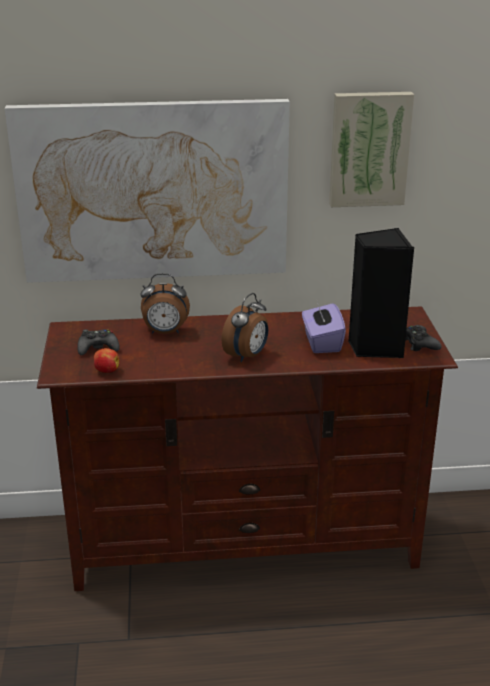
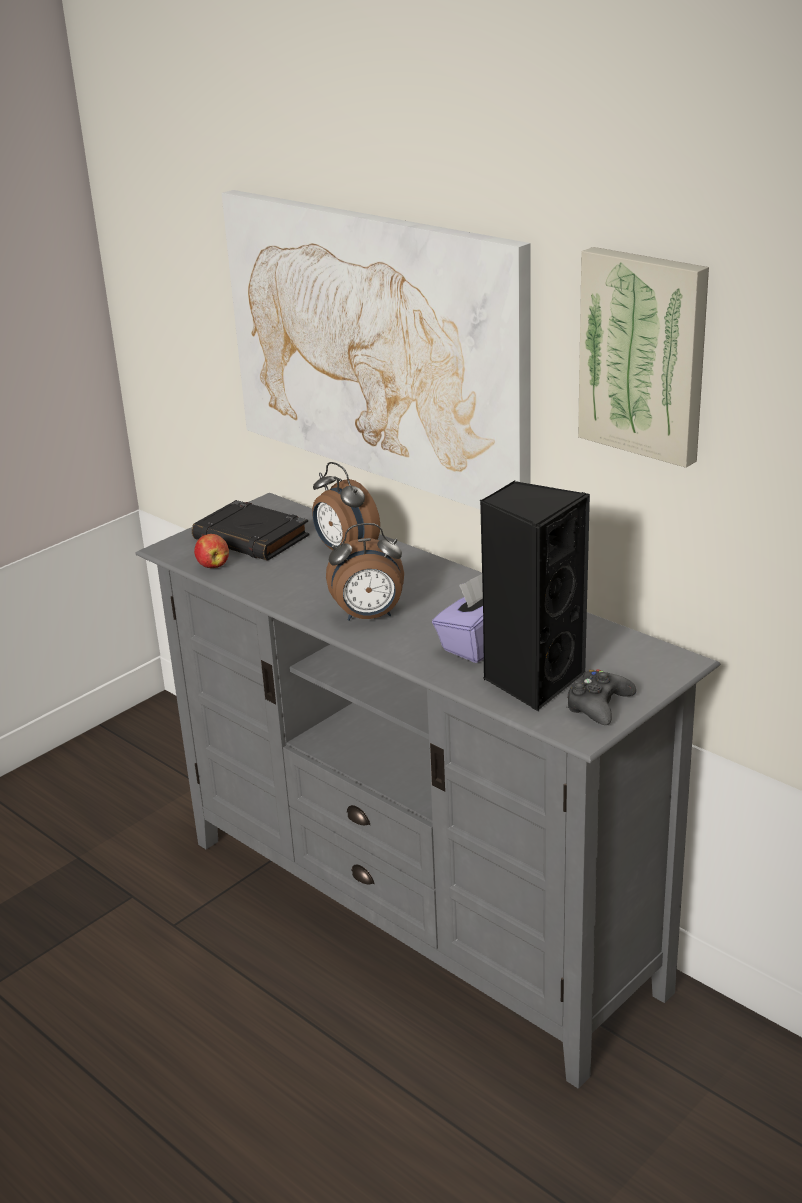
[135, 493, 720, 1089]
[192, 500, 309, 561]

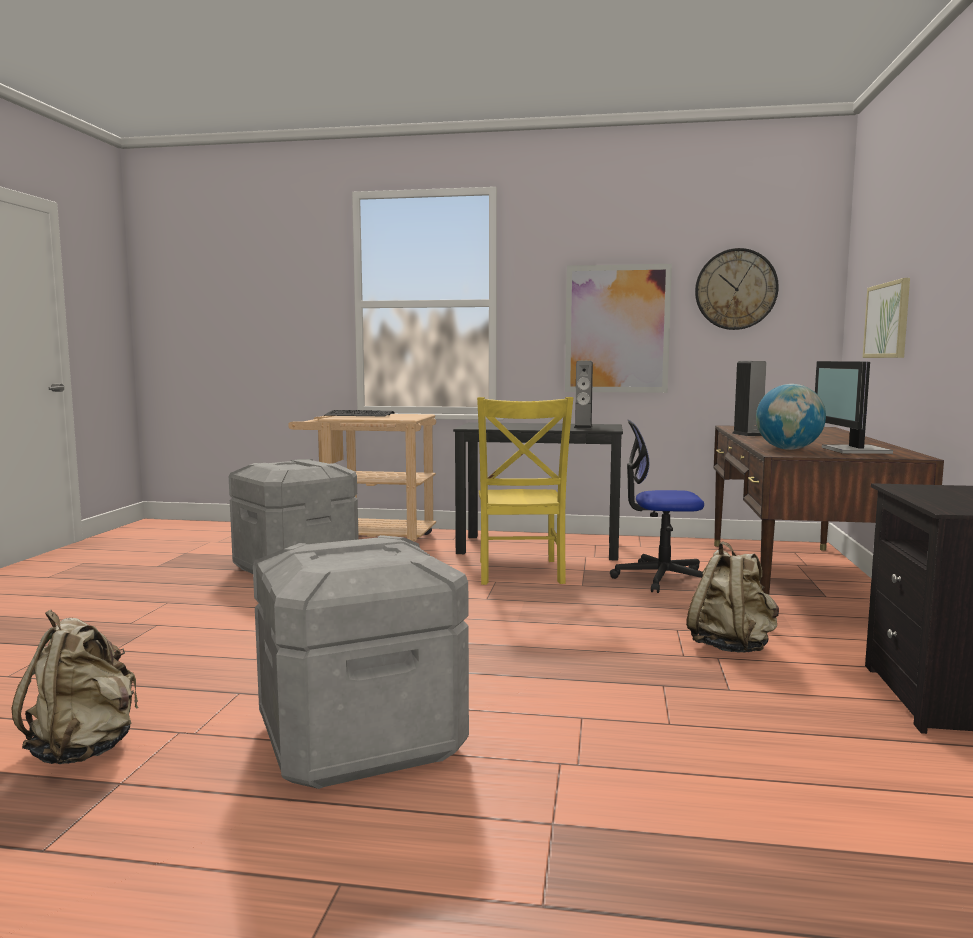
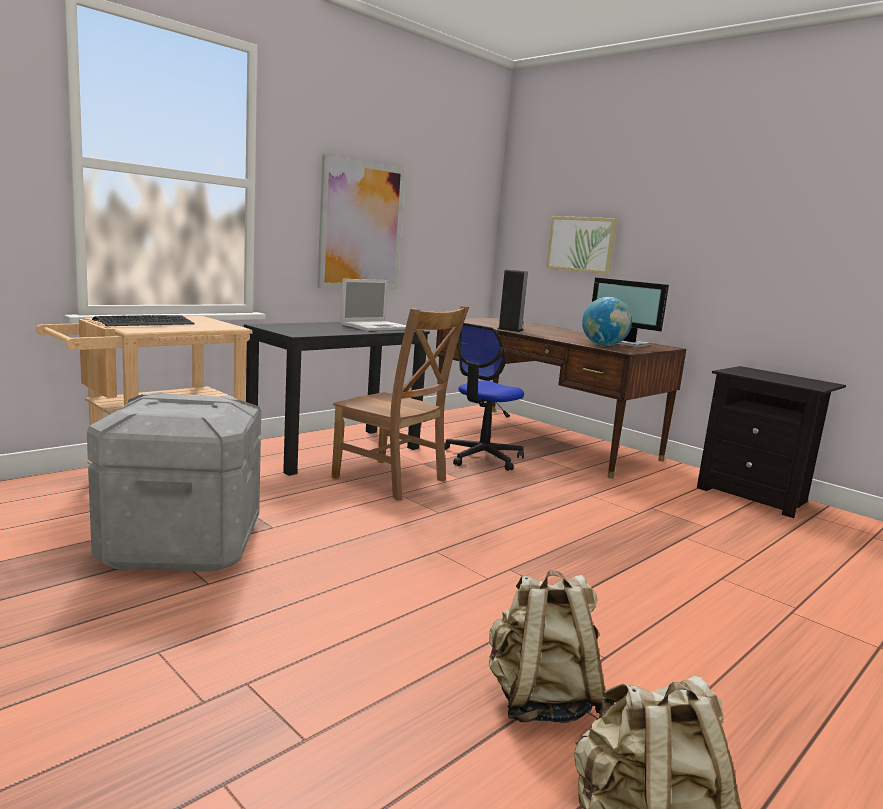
[331, 306, 469, 501]
[340, 279, 406, 331]
[489, 570, 607, 723]
[253, 535, 469, 789] (first image)
[695, 248, 779, 330] (first image)

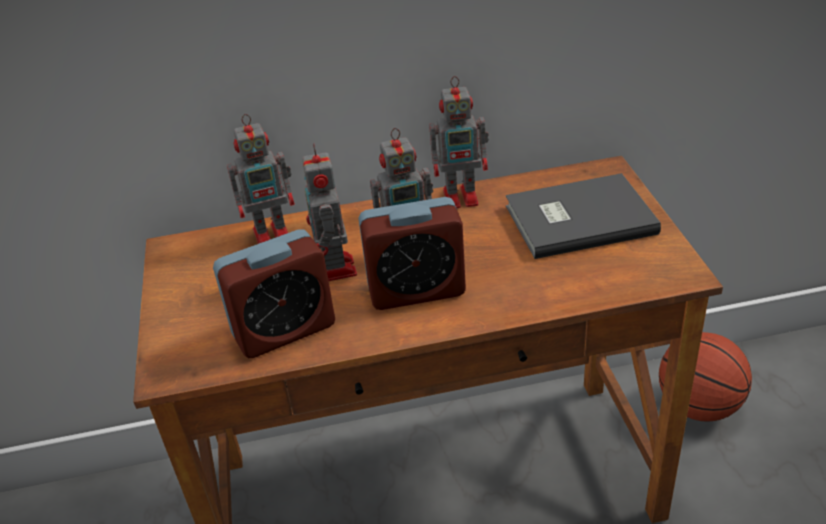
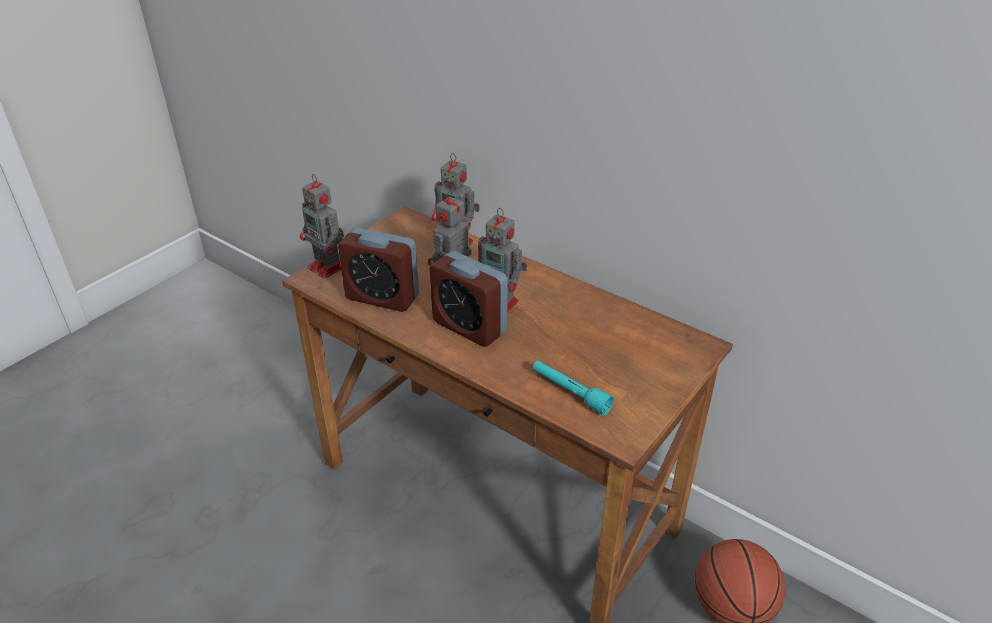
[300, 174, 344, 279]
[533, 360, 614, 416]
[506, 173, 661, 259] (first image)

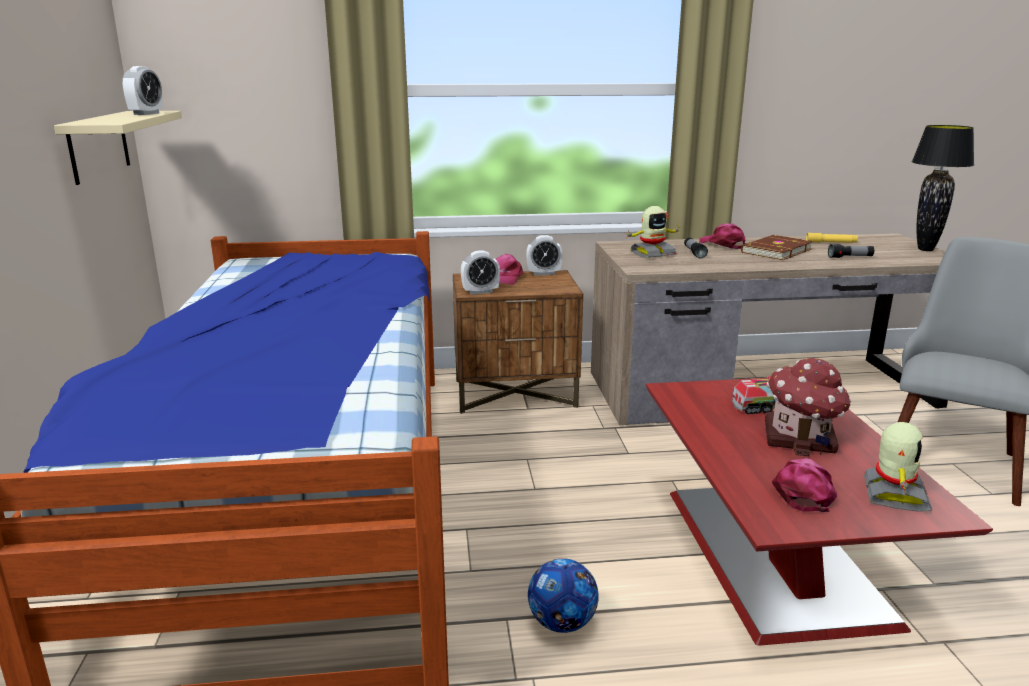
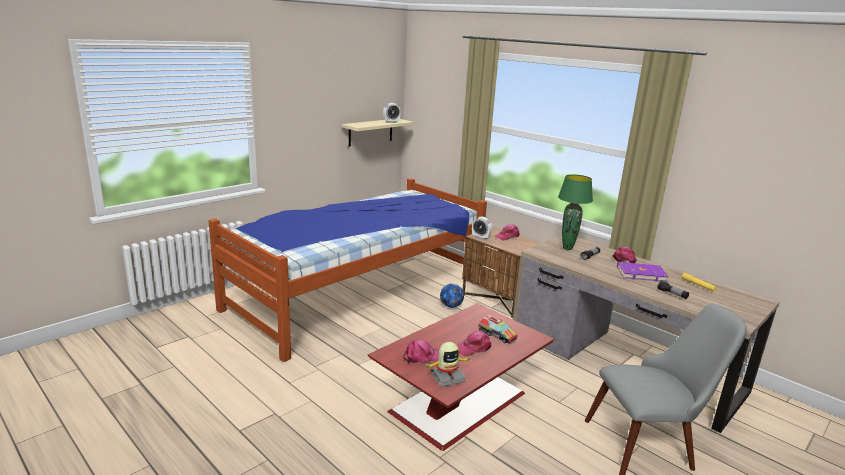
[440, 284, 464, 308]
[457, 331, 491, 356]
[558, 175, 593, 250]
[617, 262, 668, 282]
[526, 235, 562, 276] (first image)
[912, 125, 974, 251] (first image)

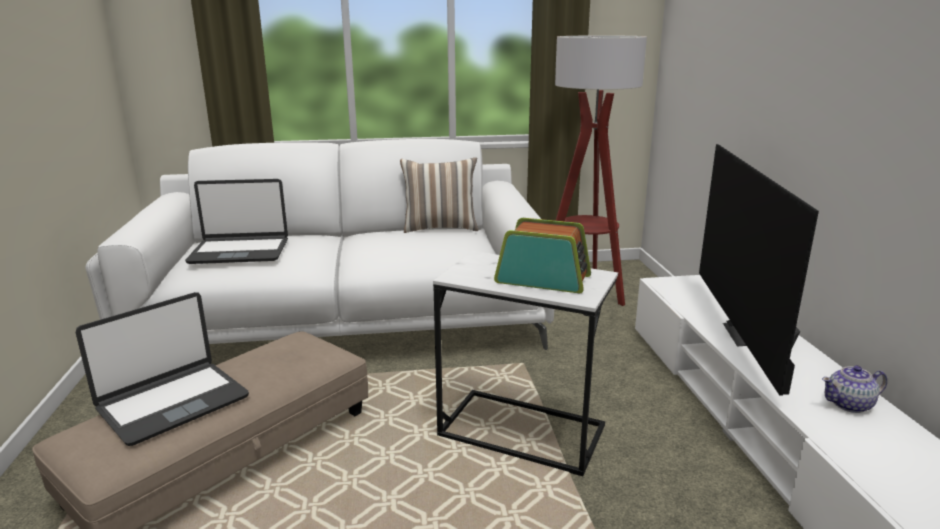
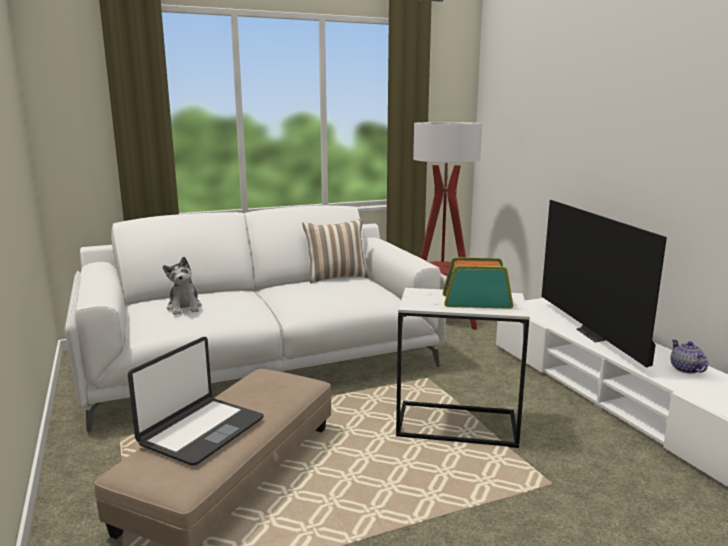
[163, 257, 202, 315]
[670, 339, 708, 374]

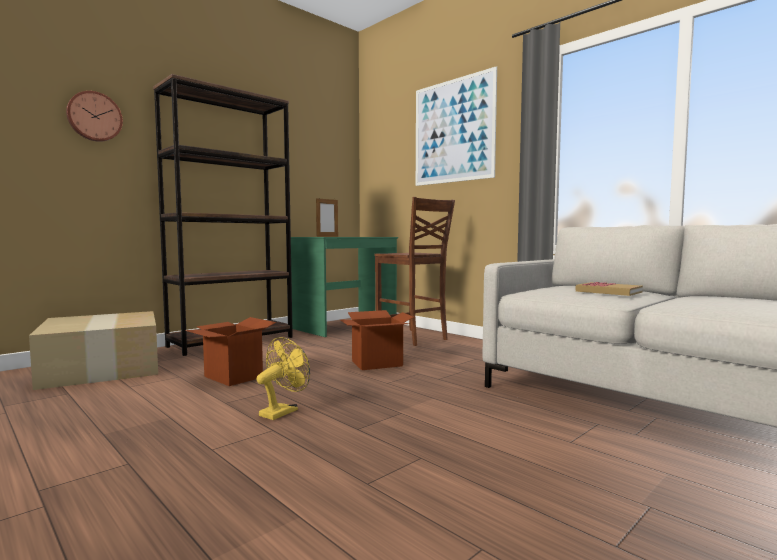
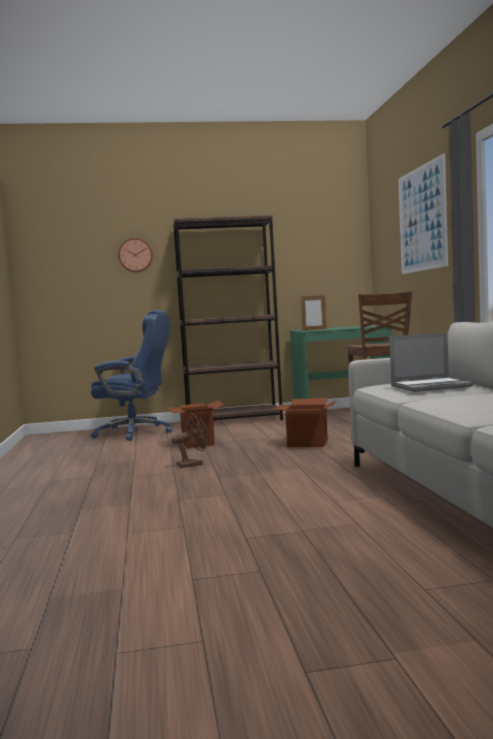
[91, 310, 172, 441]
[171, 413, 209, 468]
[389, 332, 474, 392]

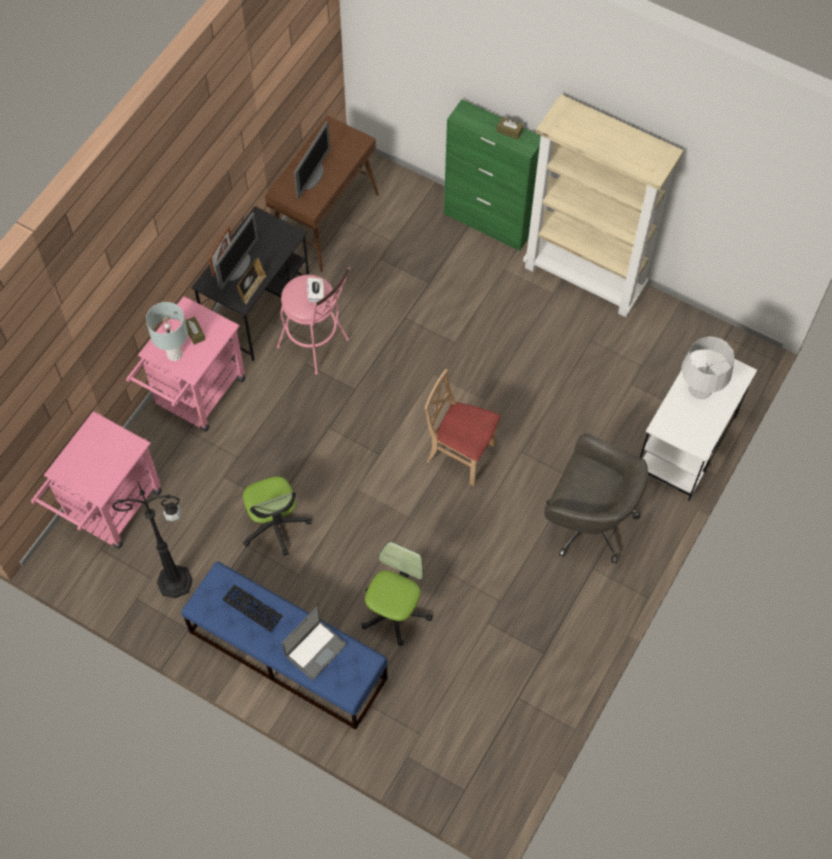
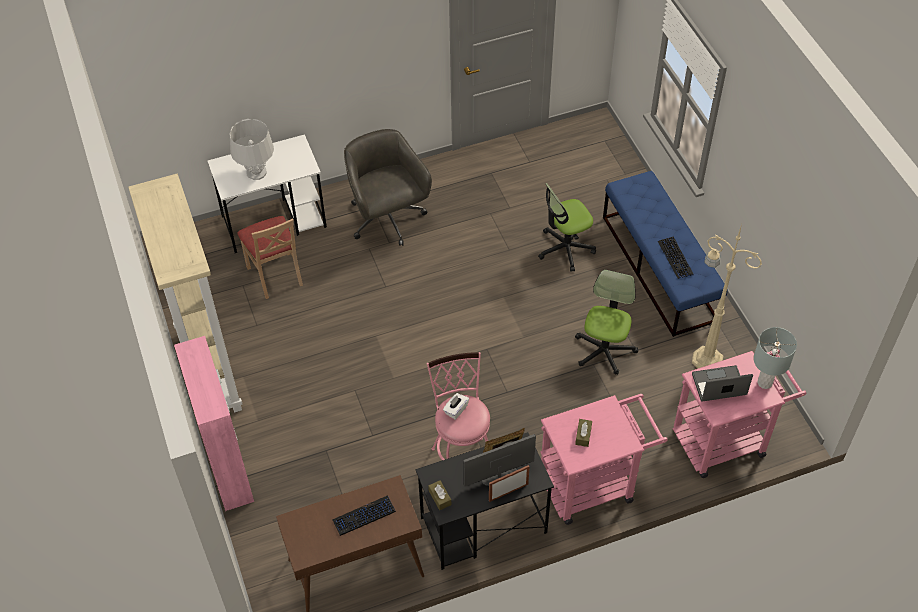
[174, 336, 254, 511]
[237, 216, 303, 299]
[332, 496, 396, 536]
[428, 480, 451, 510]
[692, 224, 762, 368]
[692, 365, 753, 401]
[753, 327, 797, 389]

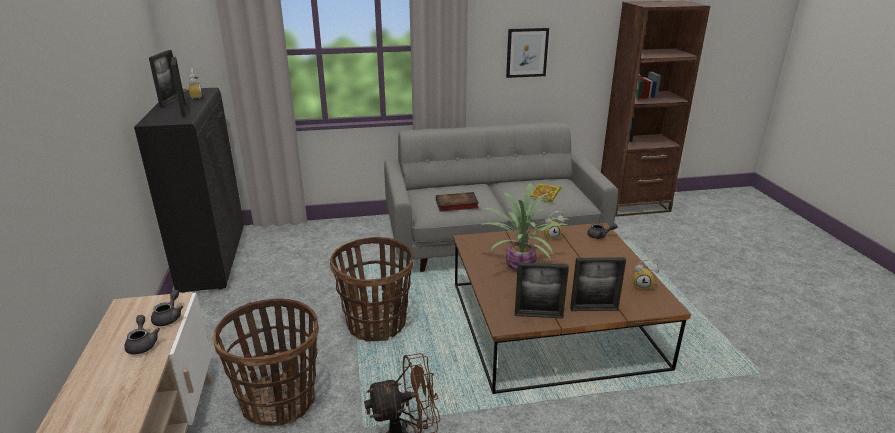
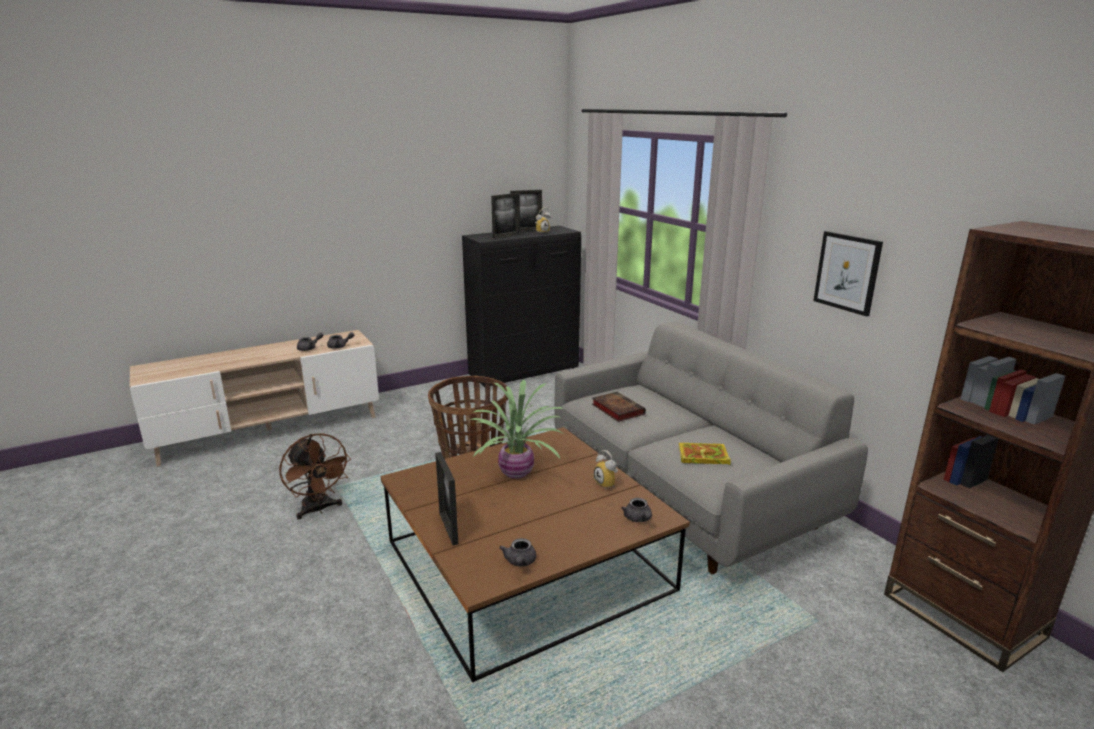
[499, 538, 536, 567]
[213, 298, 319, 427] (first image)
[515, 262, 569, 318] (first image)

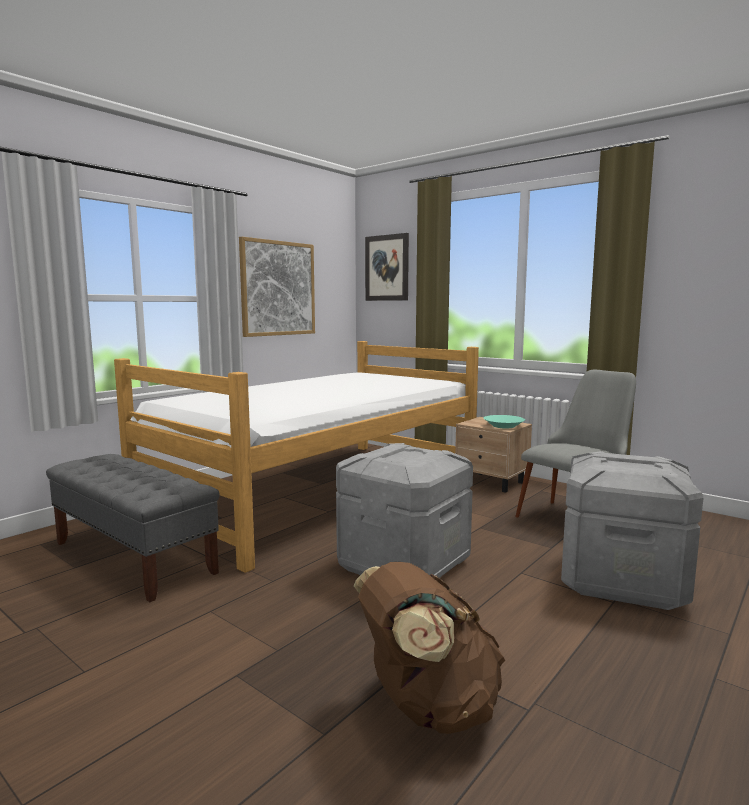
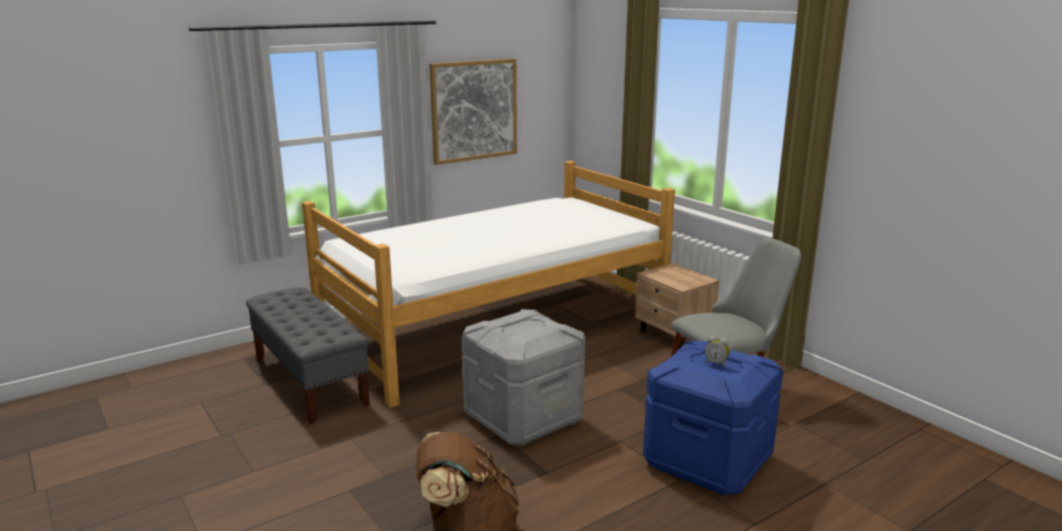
[643, 341, 783, 495]
[705, 335, 730, 367]
[365, 233, 409, 301] (first image)
[484, 415, 525, 428] (first image)

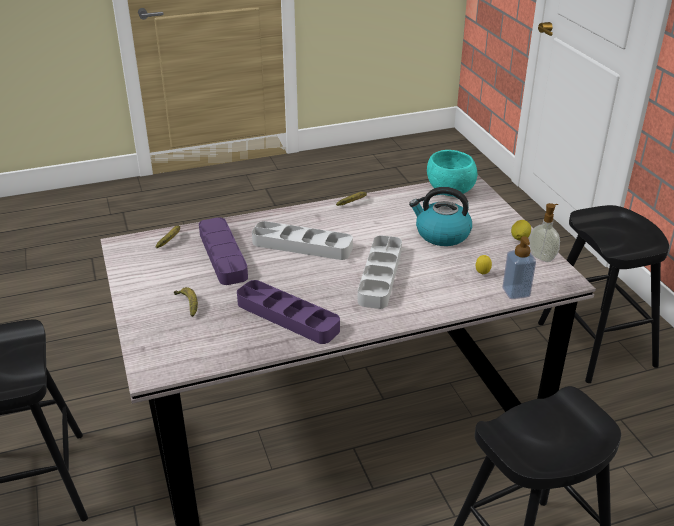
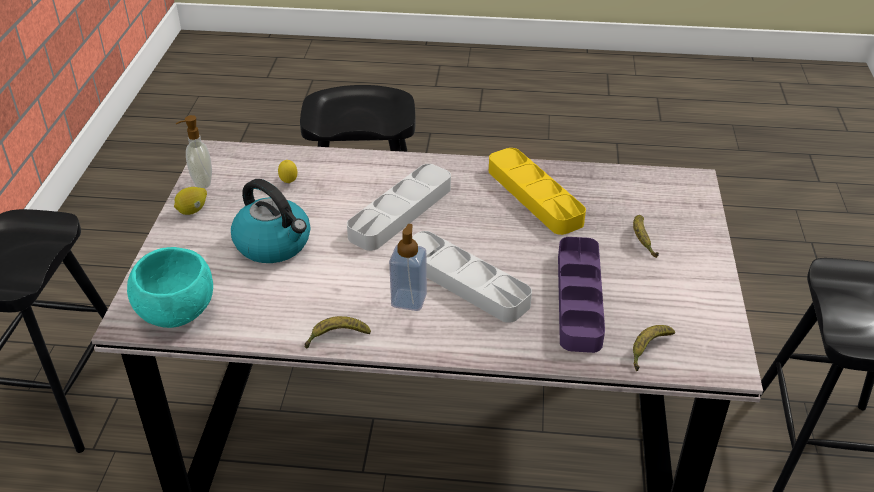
[389, 224, 427, 311]
[489, 148, 586, 235]

